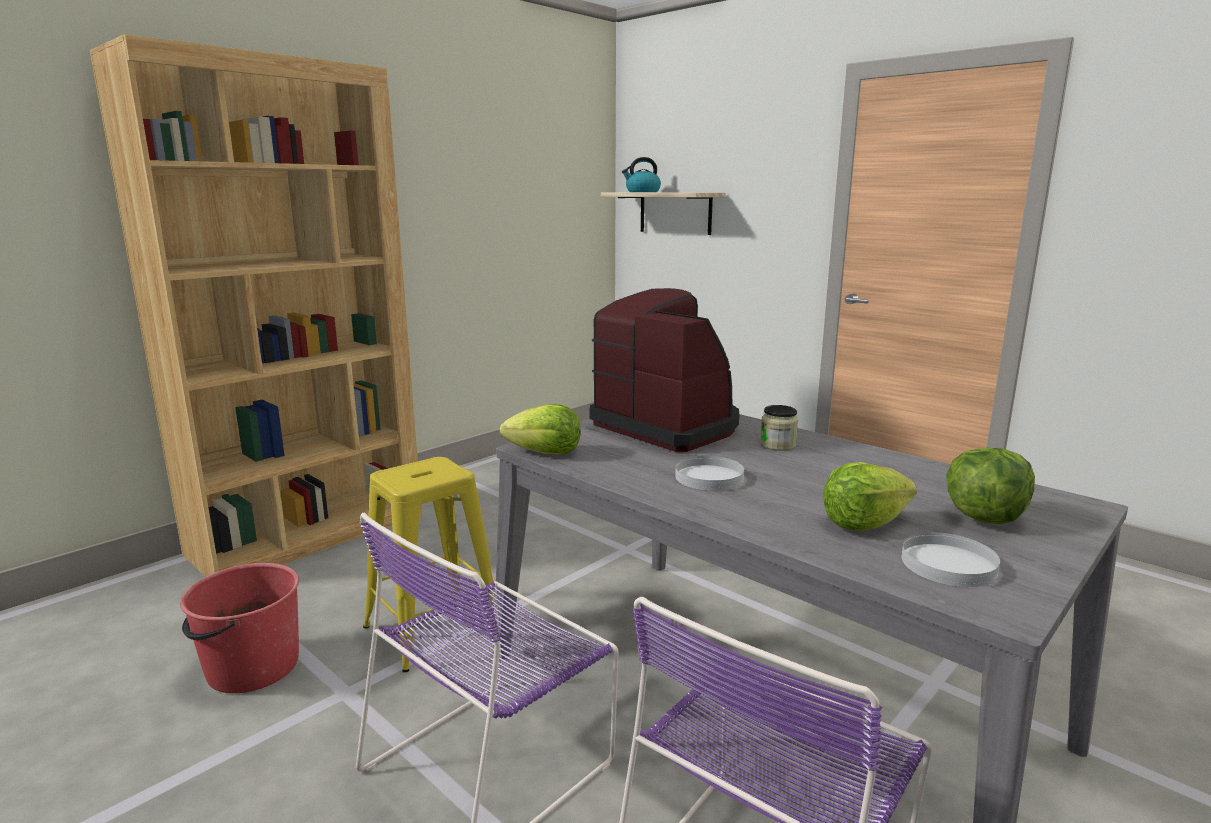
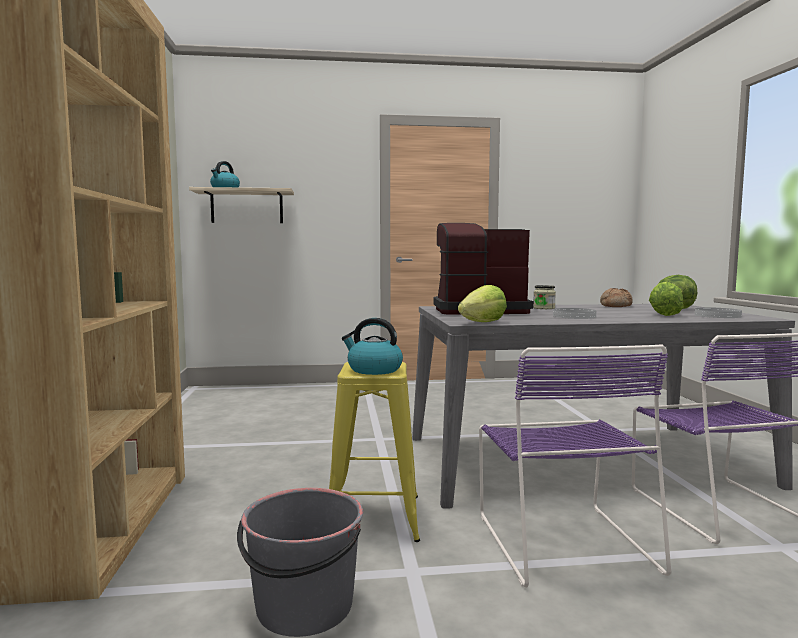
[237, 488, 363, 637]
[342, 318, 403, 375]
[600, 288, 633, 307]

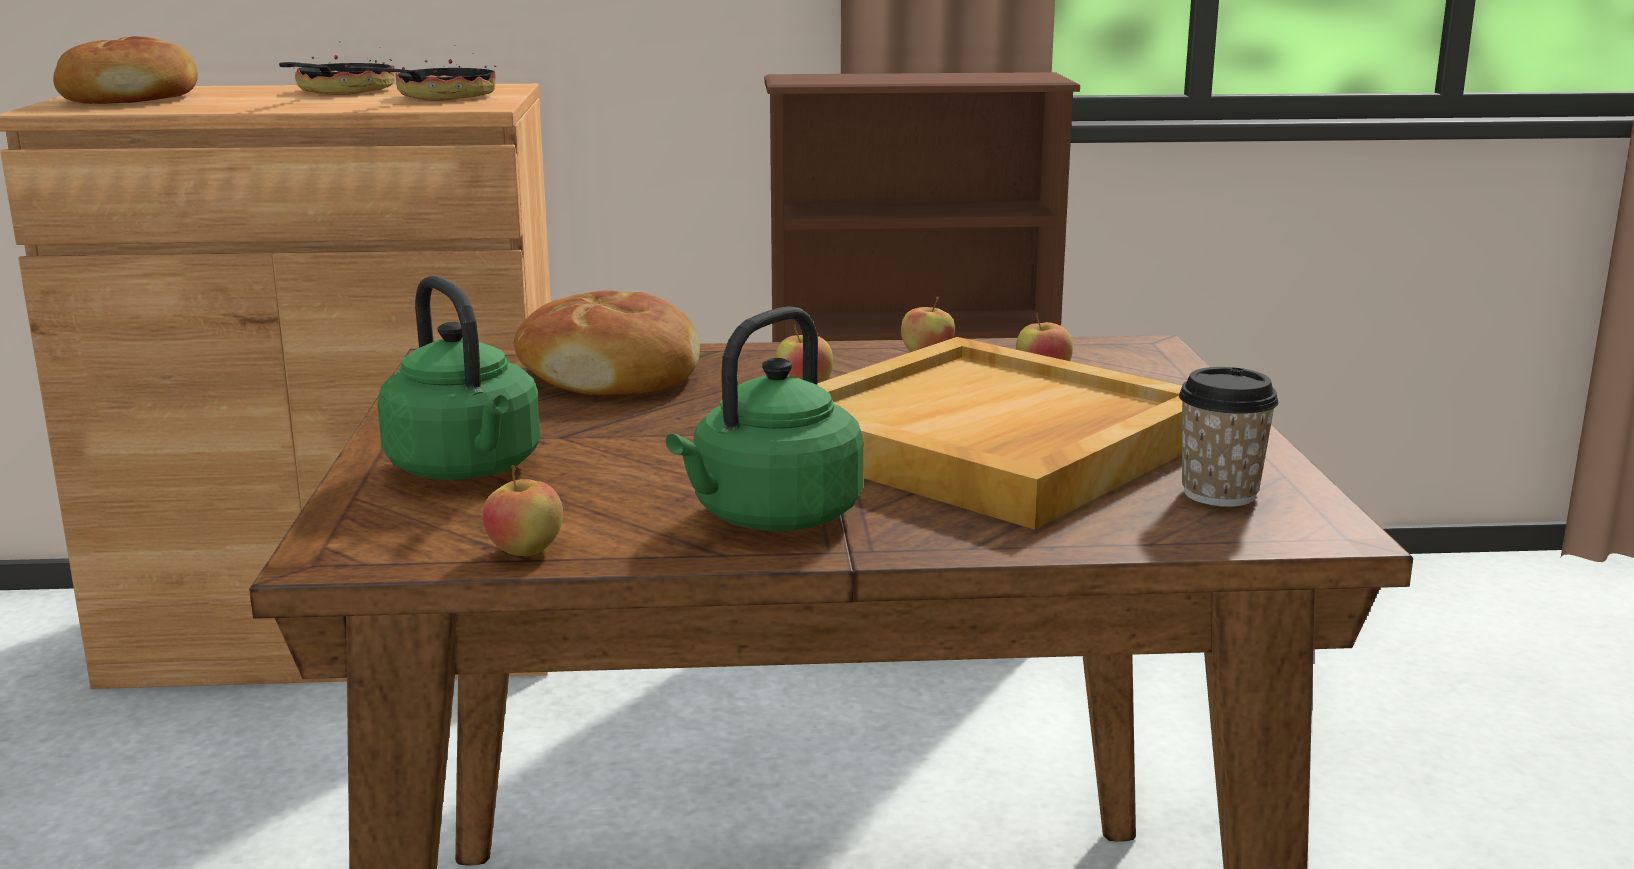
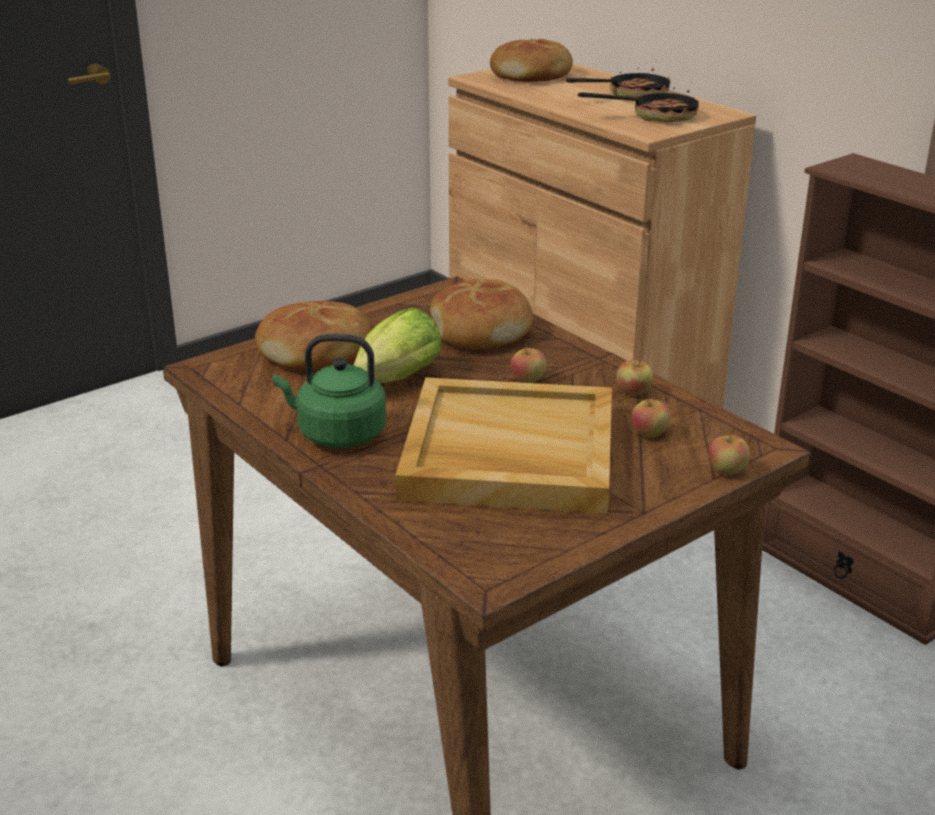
[255, 301, 372, 370]
[354, 308, 442, 383]
[708, 428, 750, 475]
[1179, 367, 1279, 507] (first image)

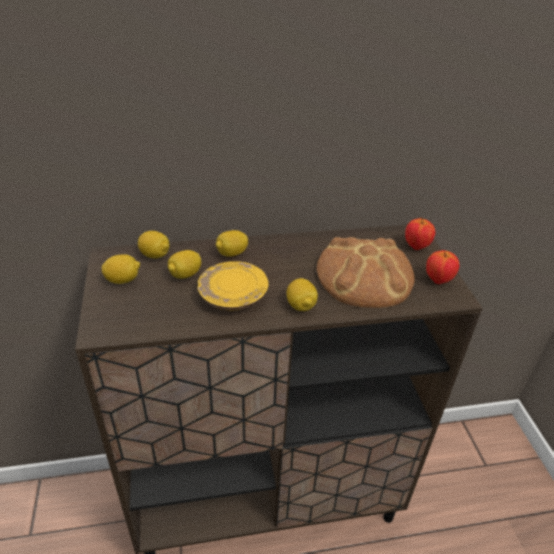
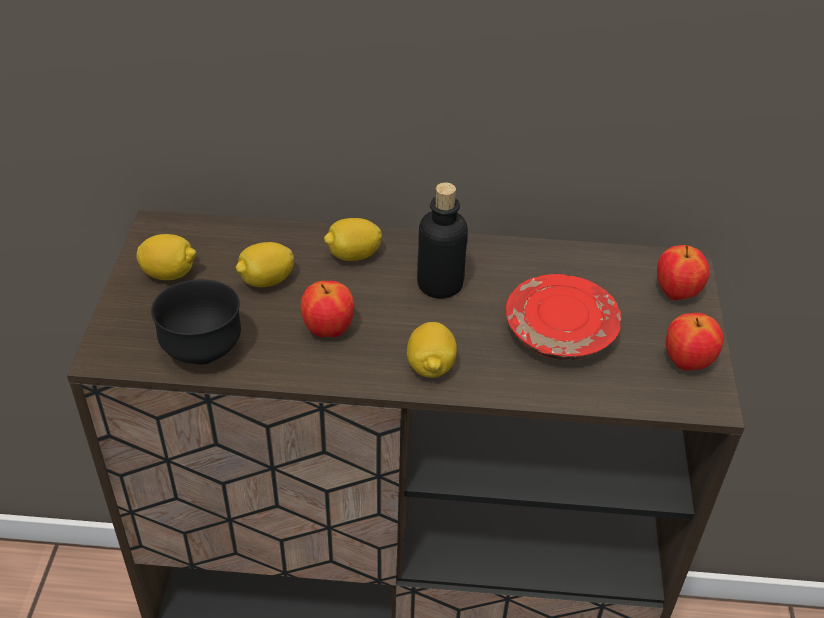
[151, 279, 241, 365]
[301, 281, 354, 337]
[417, 183, 468, 299]
[506, 274, 621, 361]
[138, 231, 169, 259] (first image)

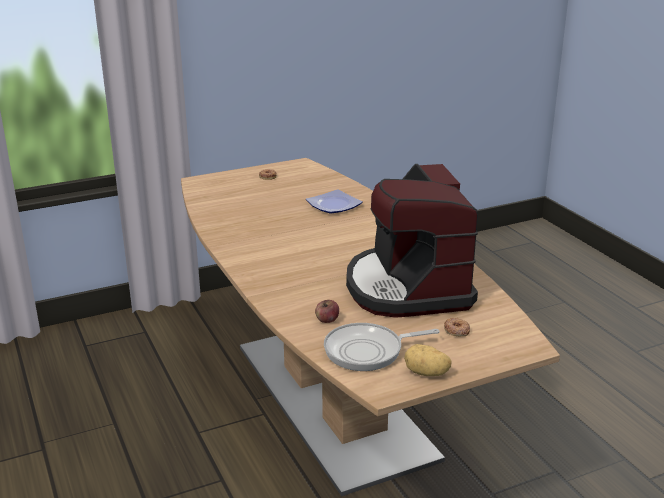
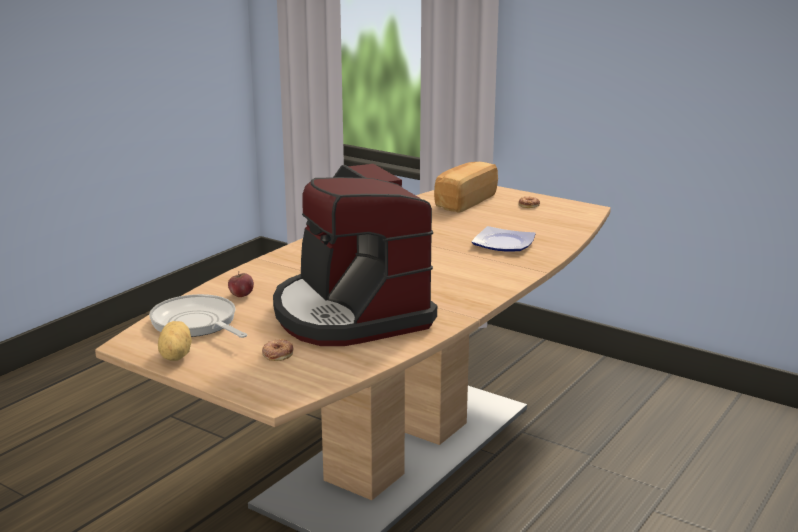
[273, 164, 437, 346]
[434, 162, 498, 213]

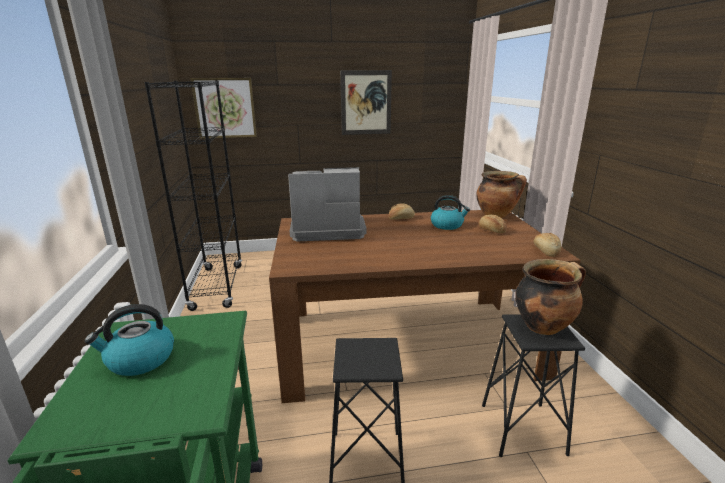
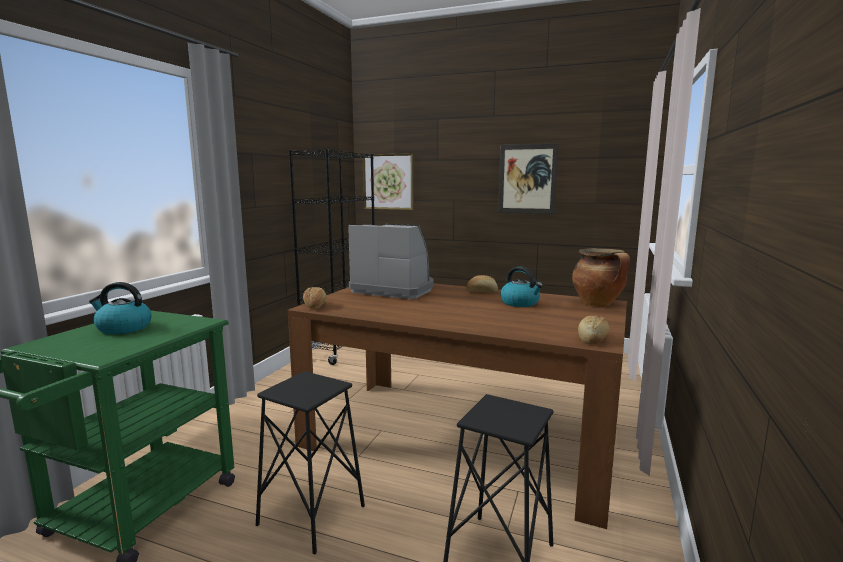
[303, 287, 327, 309]
[515, 259, 586, 335] (first image)

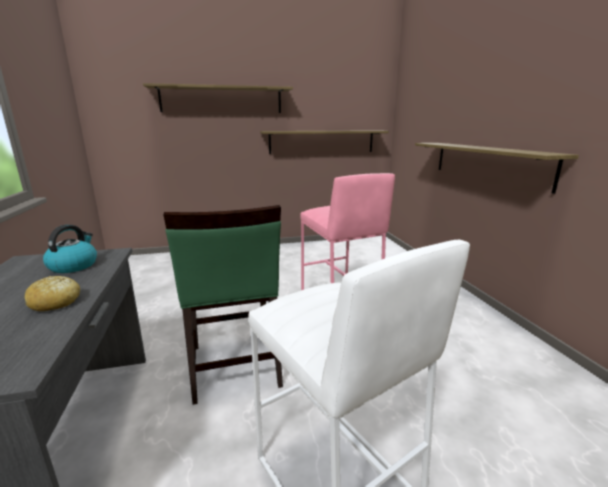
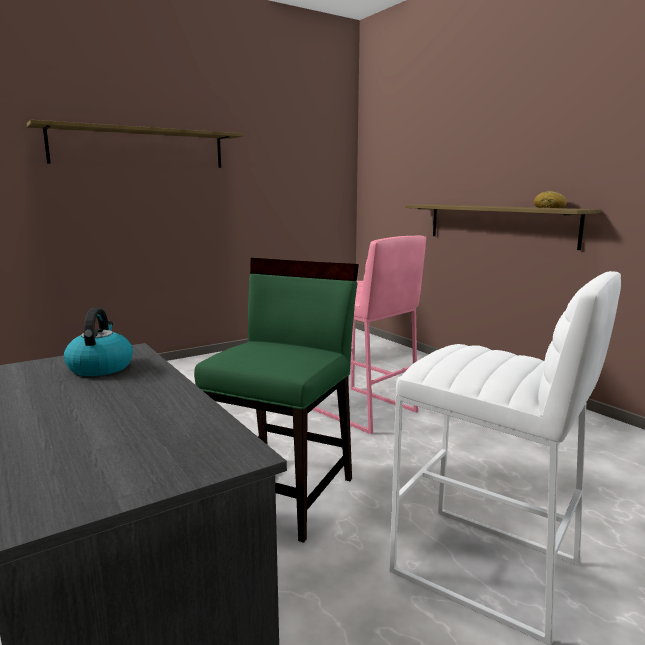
[194, 258, 359, 543]
[534, 191, 567, 208]
[260, 130, 389, 154] (first image)

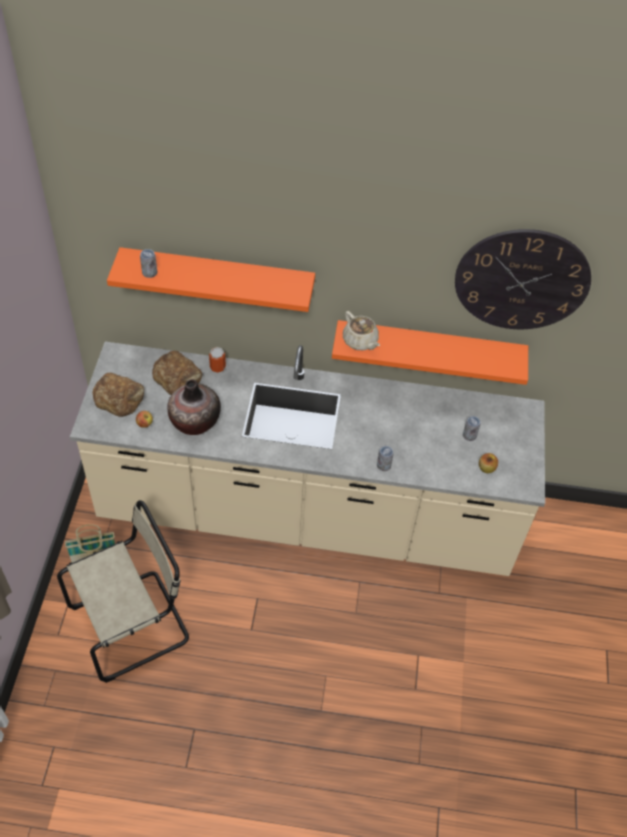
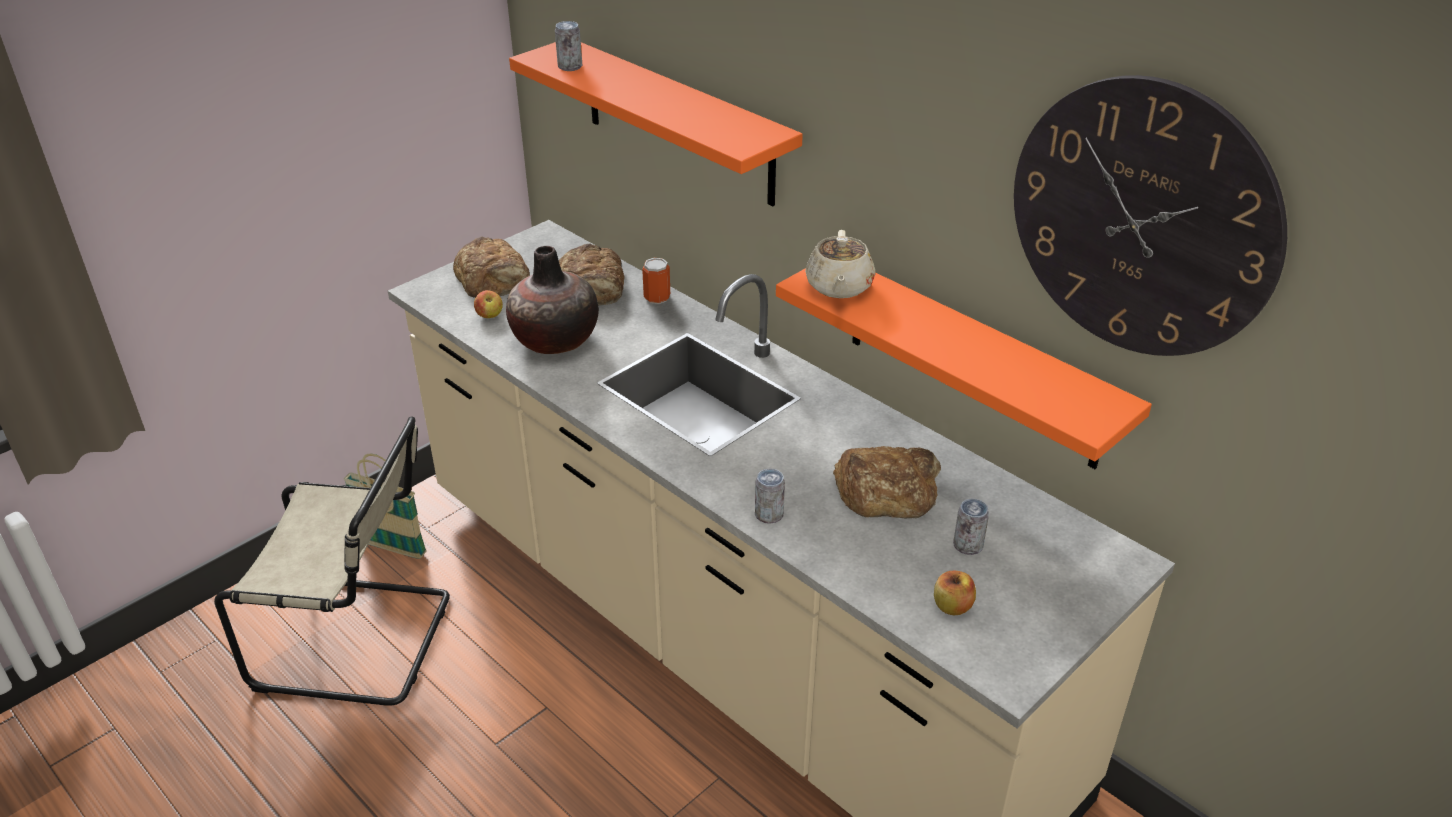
[833, 446, 941, 518]

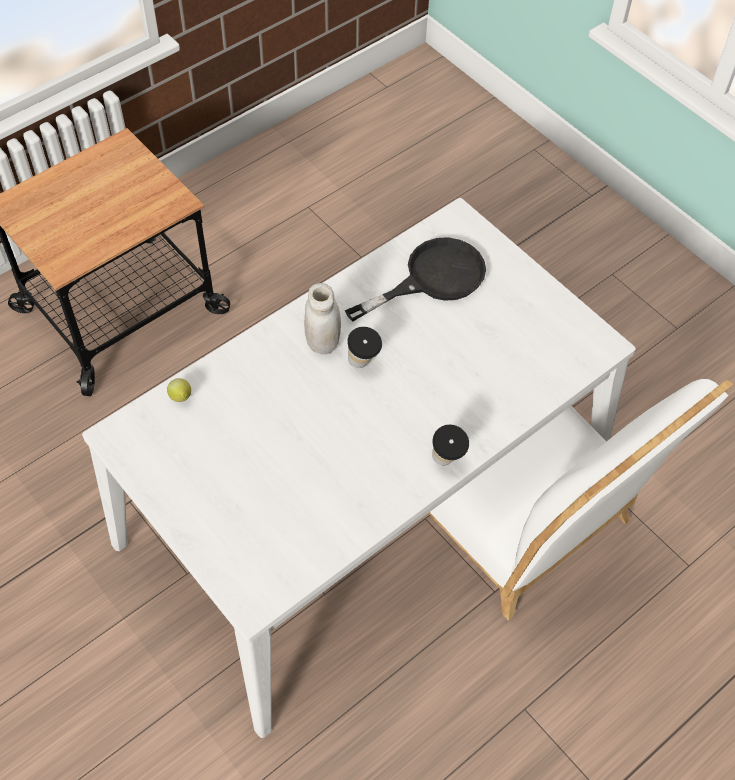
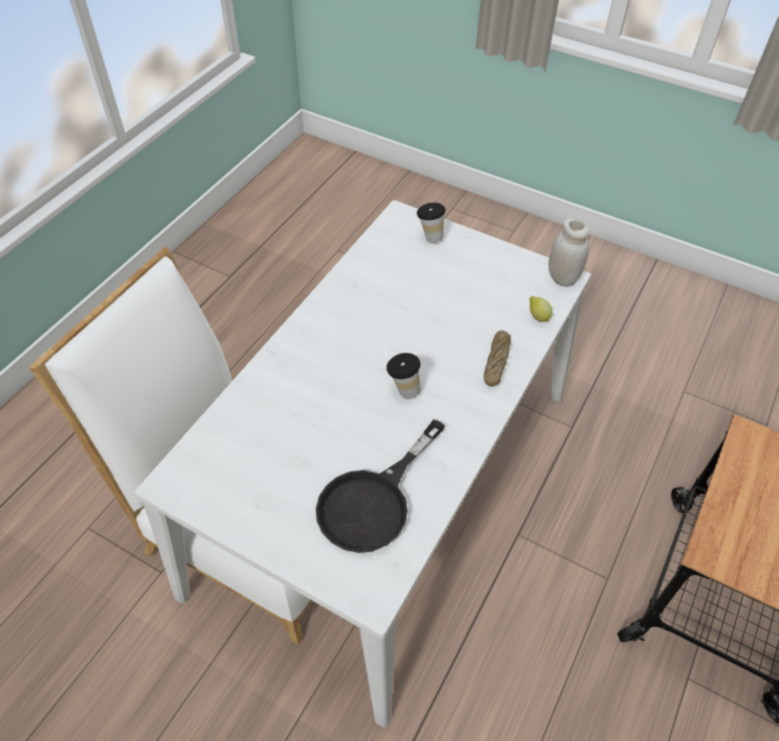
[417, 203, 445, 243]
[484, 330, 511, 387]
[548, 218, 590, 287]

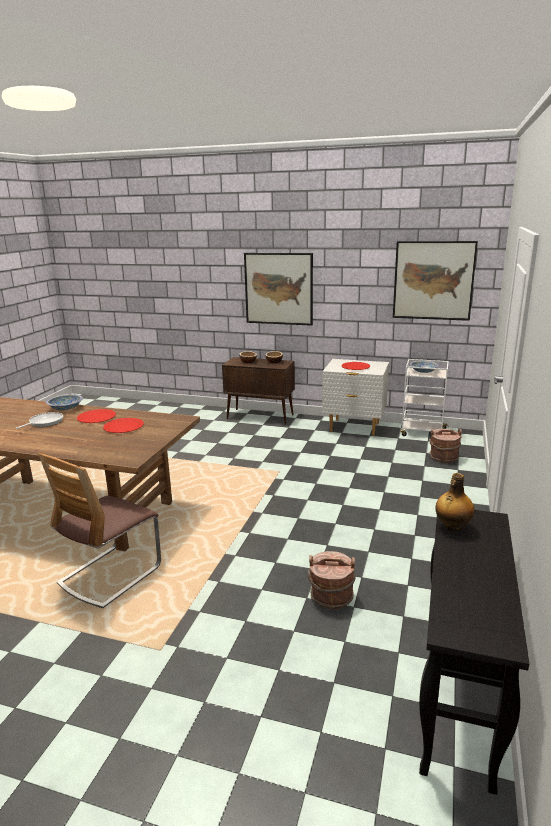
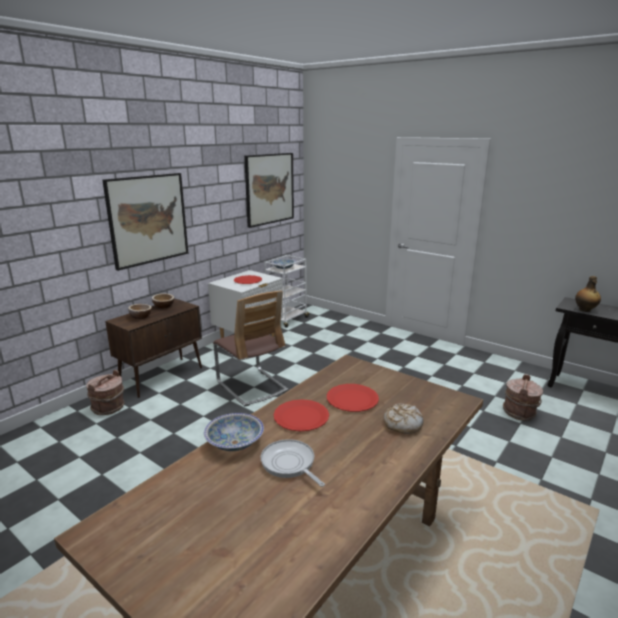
[86, 370, 125, 415]
[213, 291, 288, 407]
[384, 403, 424, 434]

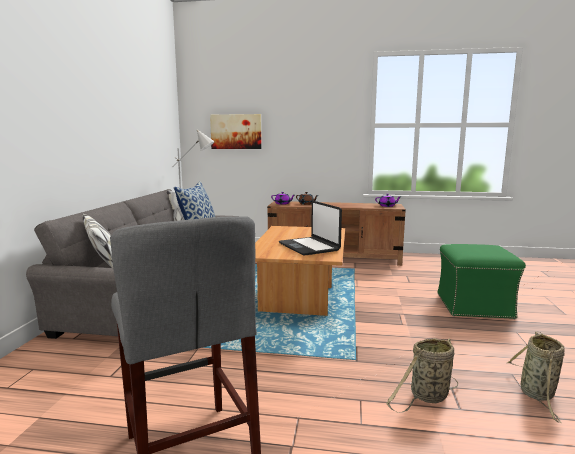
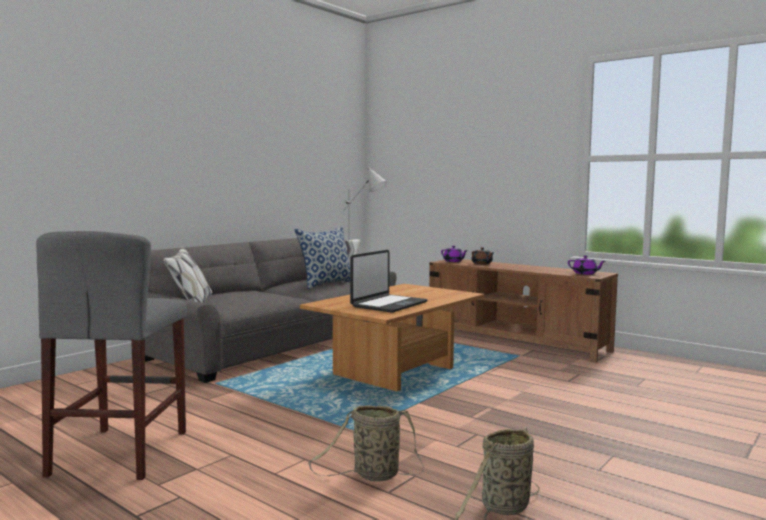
[350, 250, 428, 313]
[210, 114, 262, 149] (first image)
[437, 244, 526, 319] (first image)

